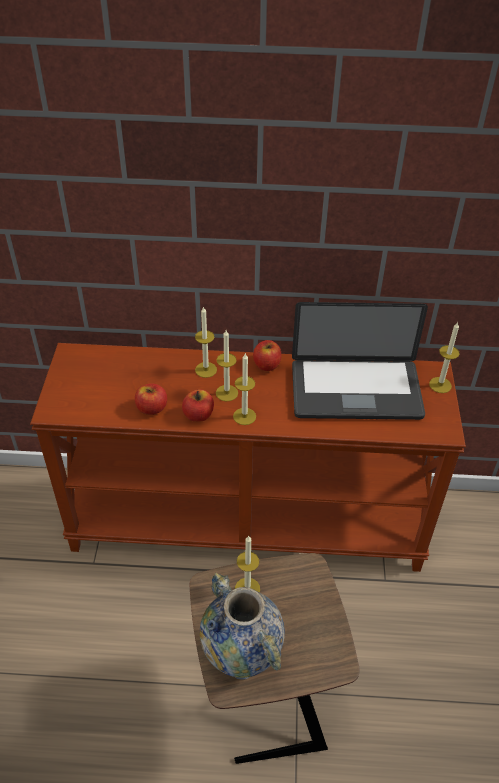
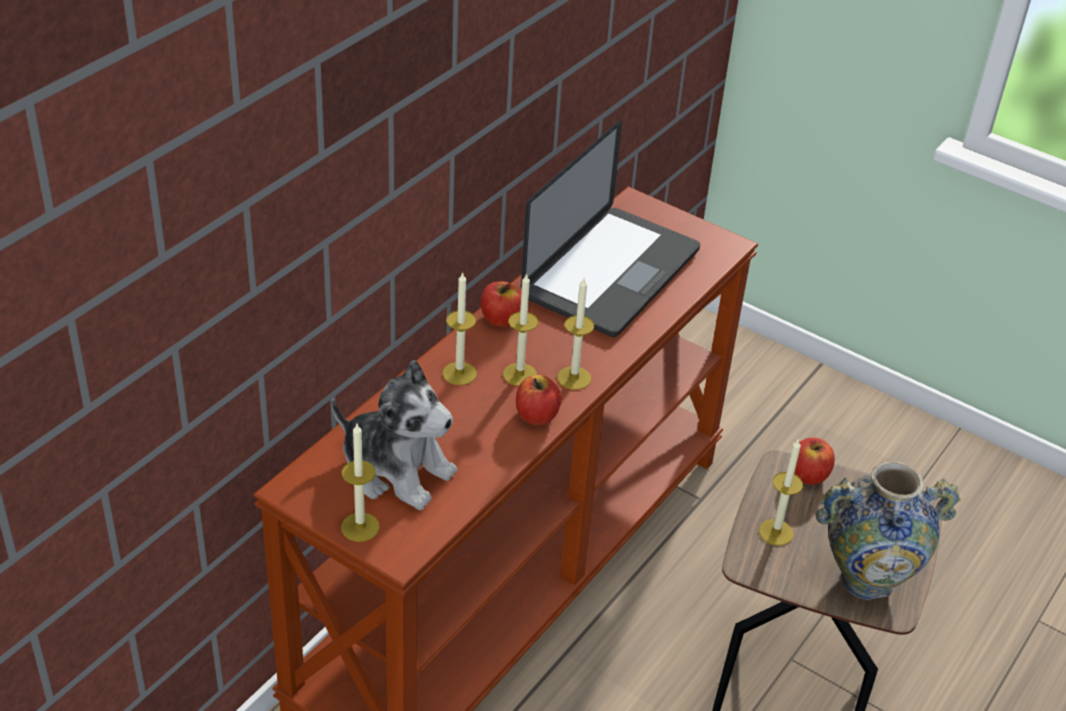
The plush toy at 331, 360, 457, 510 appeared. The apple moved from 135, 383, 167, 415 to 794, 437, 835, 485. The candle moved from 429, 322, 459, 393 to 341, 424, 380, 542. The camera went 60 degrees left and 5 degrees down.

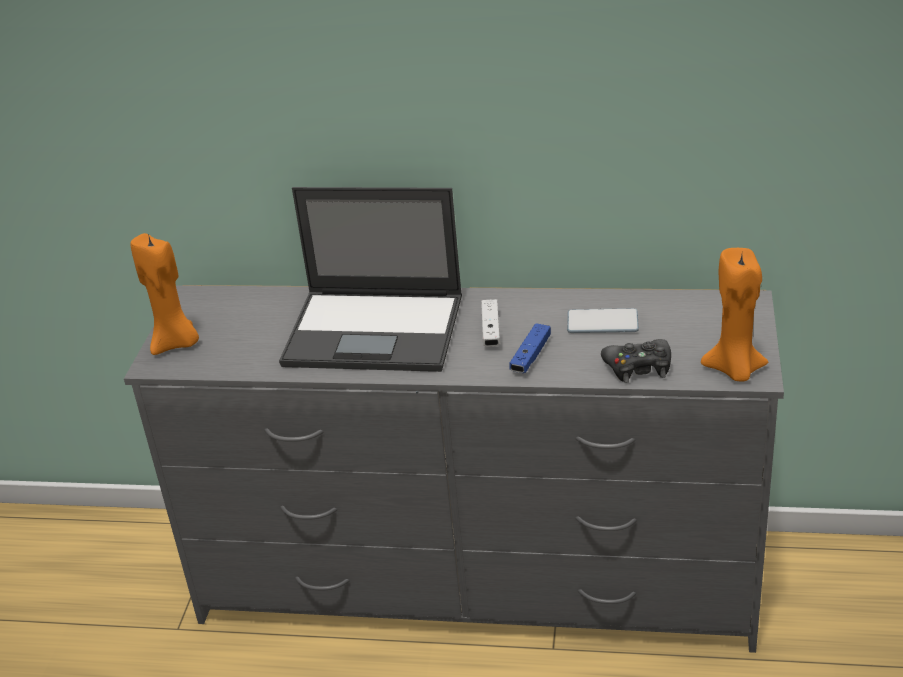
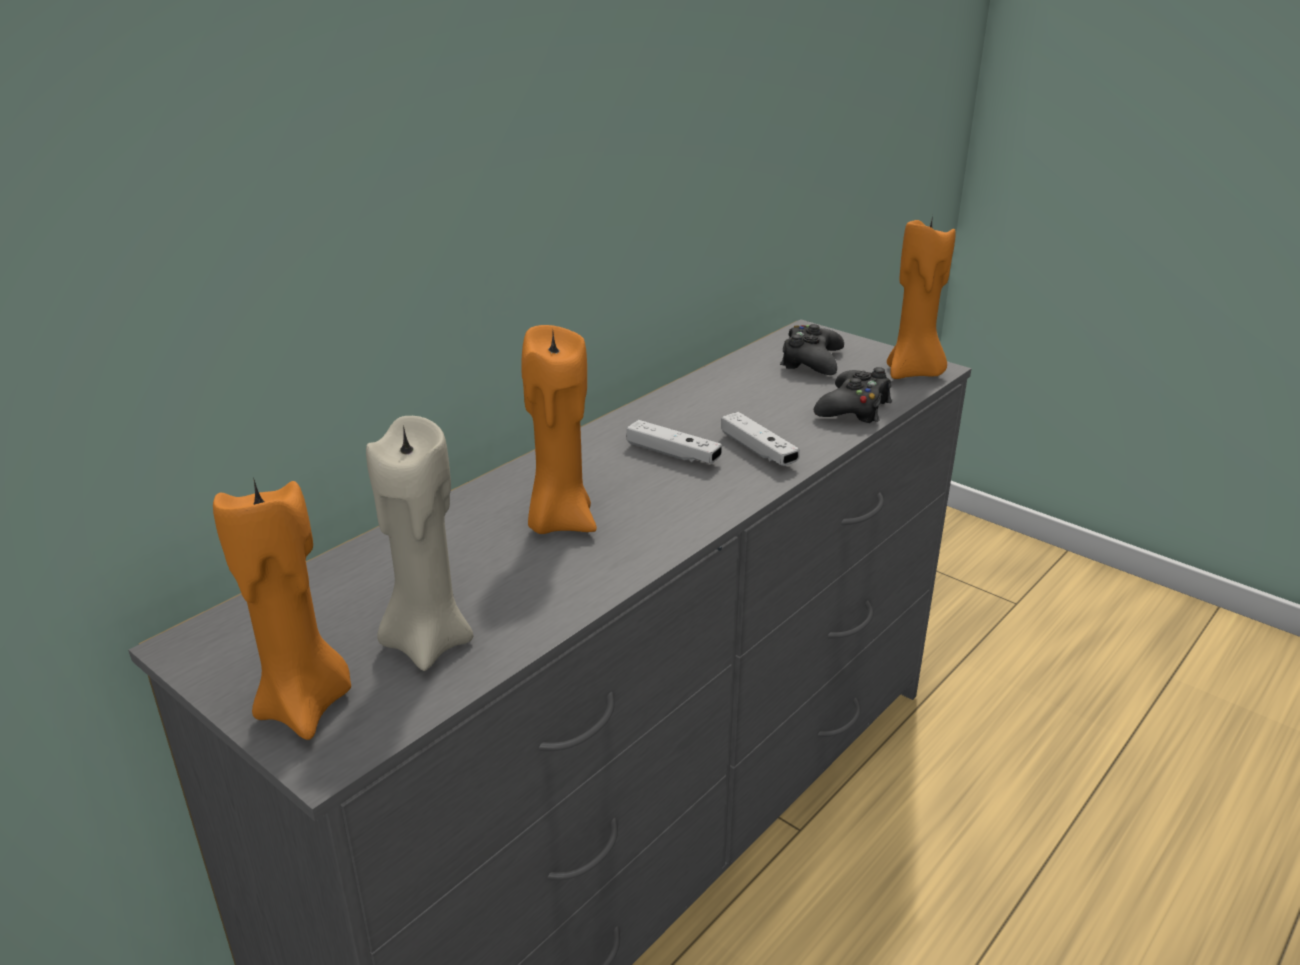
The phone at 567, 308, 639, 333 disappeared. The beige candle at 366, 416, 473, 671 appeared. The black game controller at 780, 324, 844, 375 appeared. The laptop at 279, 187, 462, 372 was replaced by the orange candle at 521, 325, 597, 534. The blue game controller at 509, 323, 551, 373 became the white game controller at 721, 412, 800, 466. The camera went 60 degrees left and 5 degrees down.

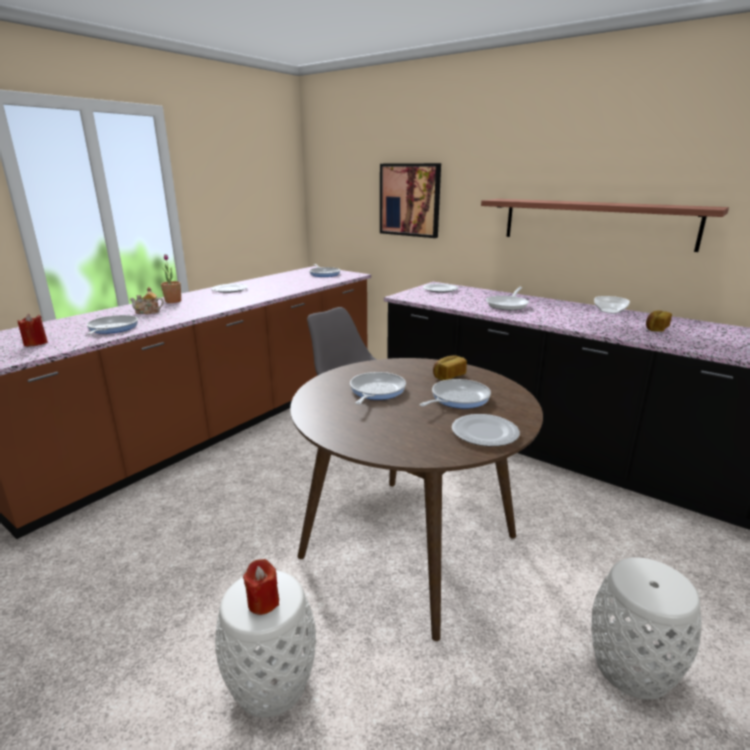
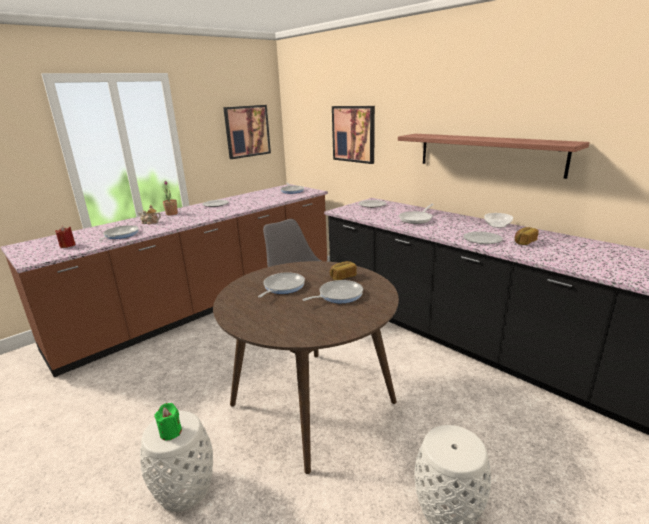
The picture at 223, 105, 271, 159 appeared. The plate moved from 452, 414, 520, 446 to 463, 232, 503, 244. The red candle at 243, 559, 279, 615 became the green candle at 154, 403, 182, 440. The camera went 10 degrees right and 0 degrees up.

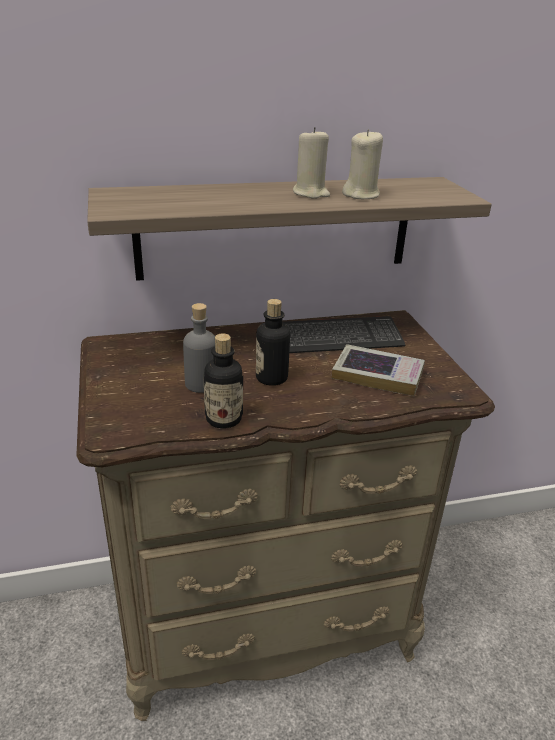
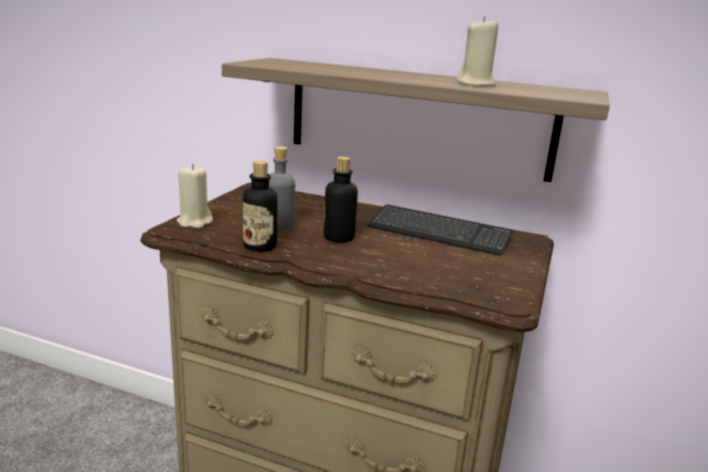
The book at 332, 344, 425, 396 disappeared. The beige candle moved from 293, 127, 330, 199 to 177, 164, 213, 229. The camera went 35 degrees right and 10 degrees down.

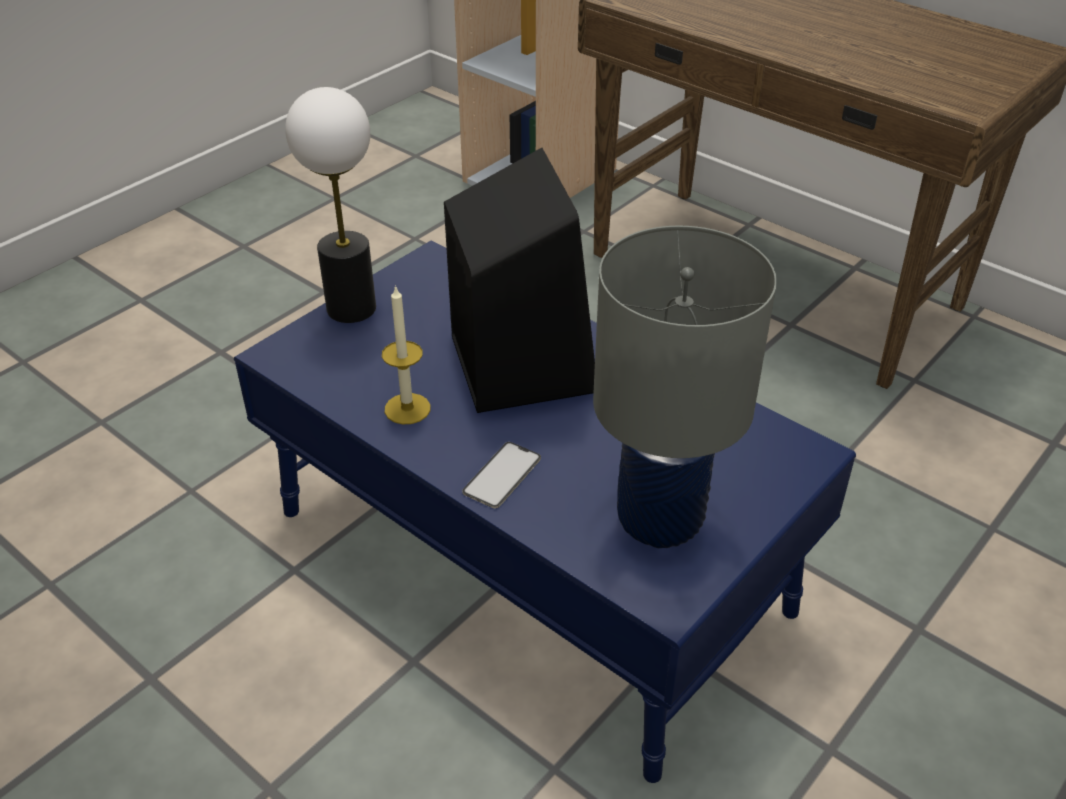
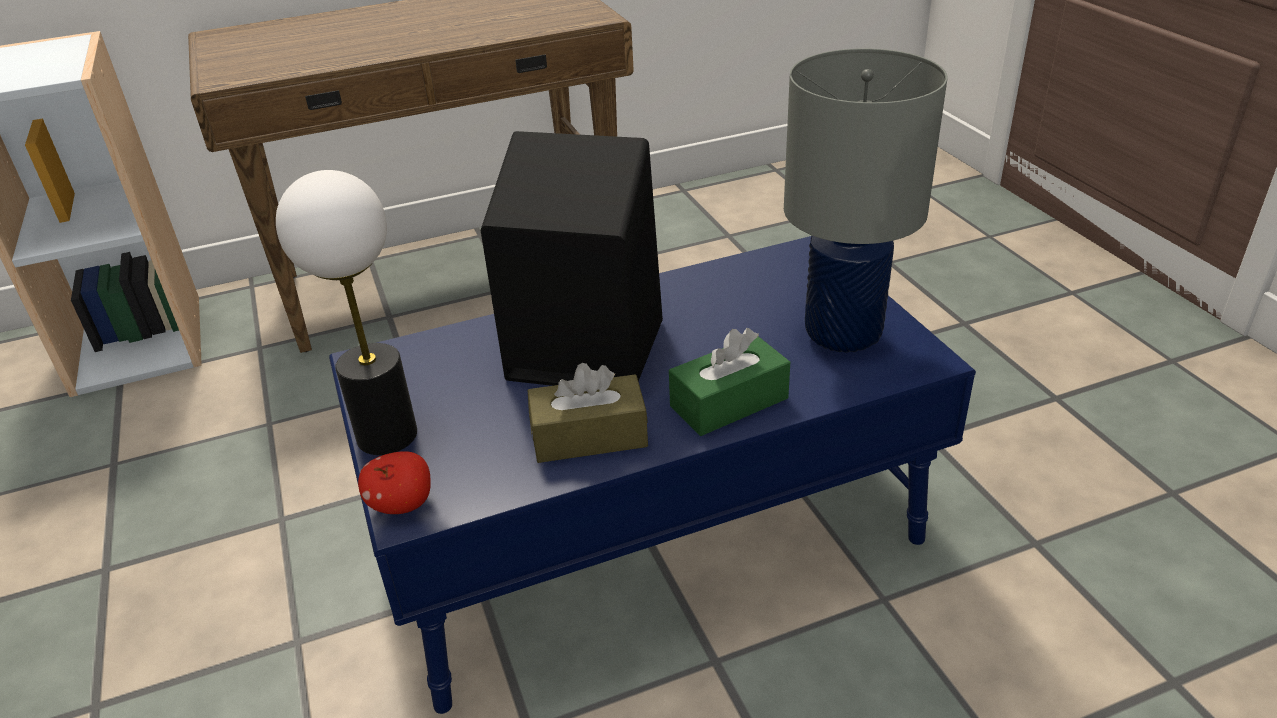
The apple at 358, 451, 431, 514 appeared. The candle at 382, 285, 430, 424 was replaced by the brown tissue box at 528, 363, 648, 463. The phone at 462, 442, 541, 508 was replaced by the green tissue box at 669, 328, 790, 436. The camera went 60 degrees left and 5 degrees down.

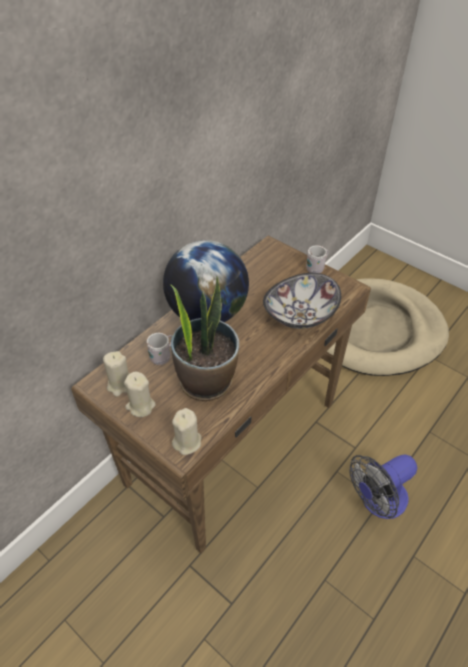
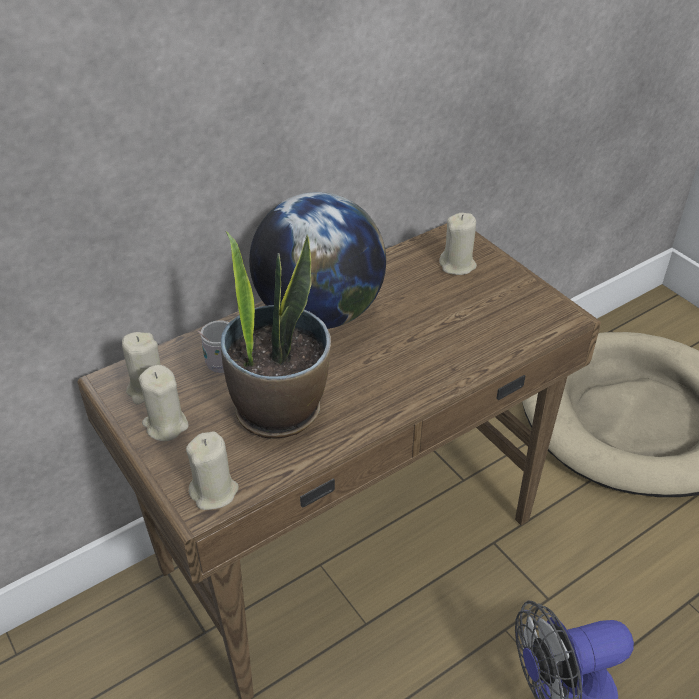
The bowl at 263, 273, 341, 329 disappeared. The white mug at 306, 245, 329, 273 disappeared. The beige candle at 439, 213, 477, 275 appeared. The camera went 15 degrees right and 5 degrees down.

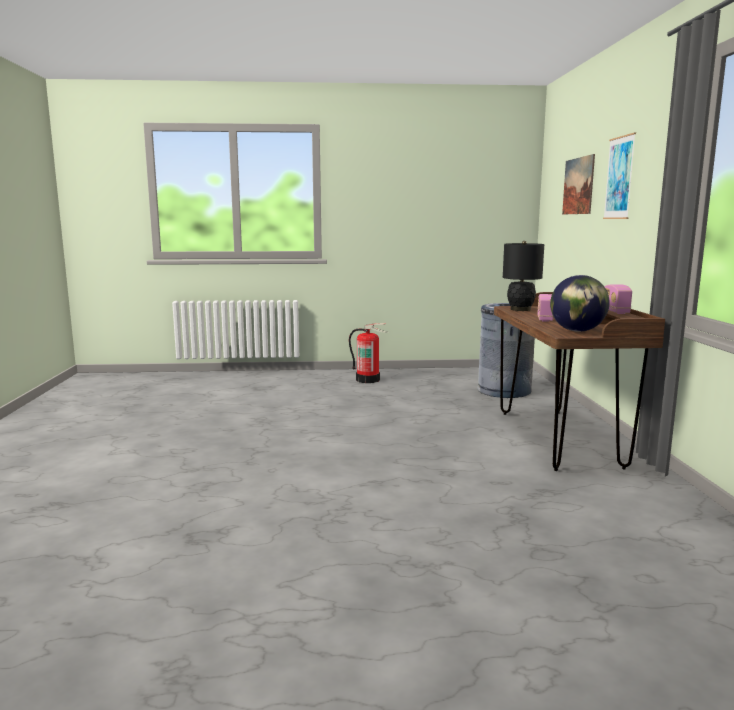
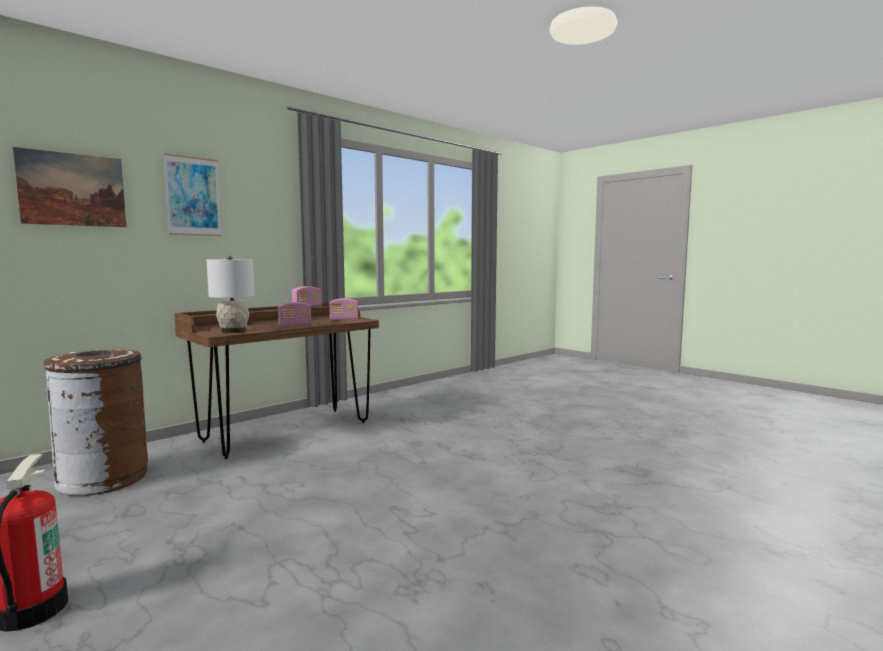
The globe at 550, 275, 610, 332 was replaced by the radio at 330, 298, 358, 320. The grey trash can at 477, 303, 535, 398 became the brown trash can at 44, 350, 148, 496. The black table lamp at 503, 241, 544, 311 became the white table lamp at 207, 256, 255, 333. The camera went 130 degrees left and 5 degrees down.

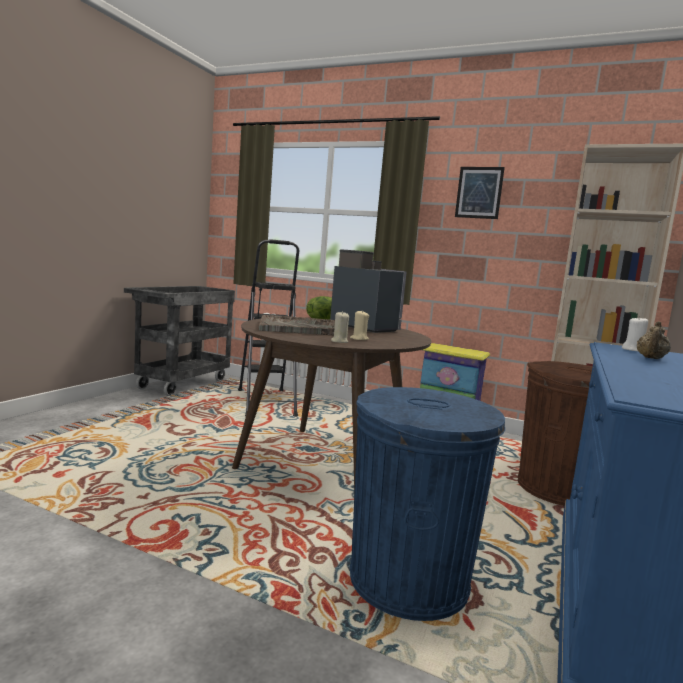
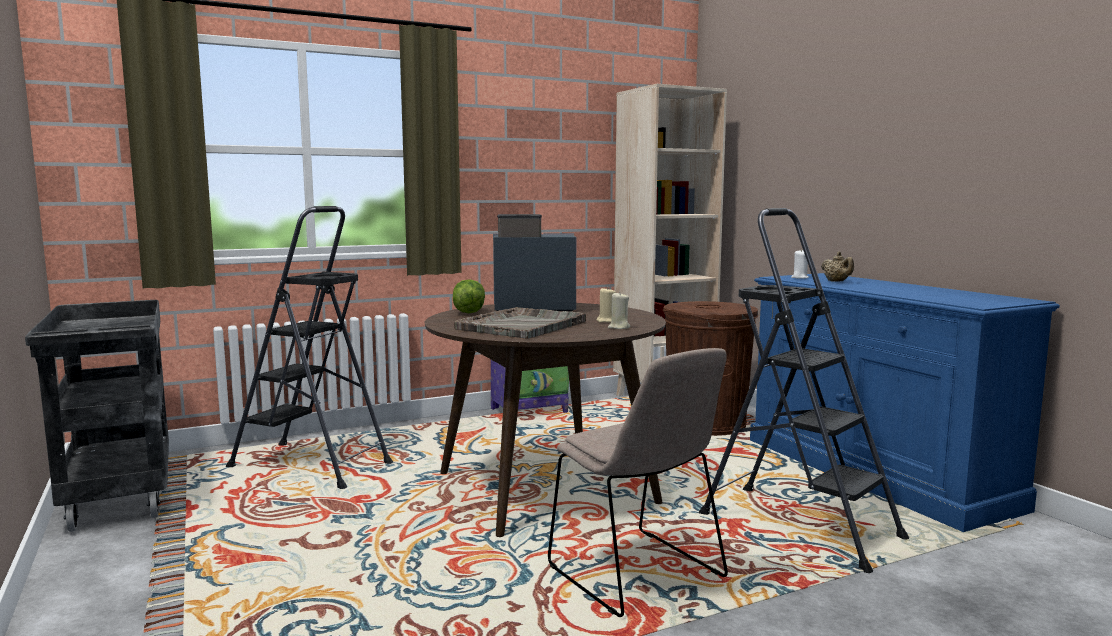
The picture at 455, 167, 505, 219 disappeared. The beige chair at 548, 348, 728, 617 appeared. The blue trash can at 350, 387, 505, 621 was replaced by the step ladder at 699, 208, 909, 573. The camera went 50 degrees left and 0 degrees up.

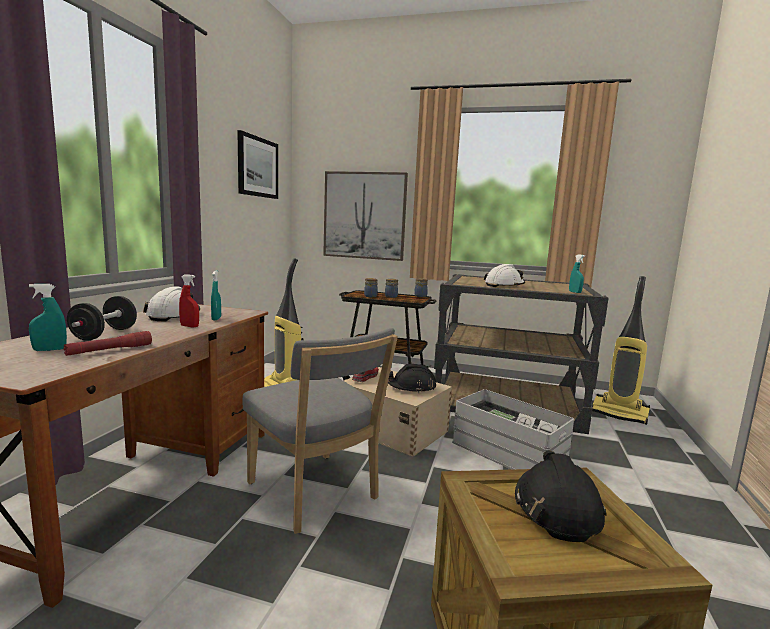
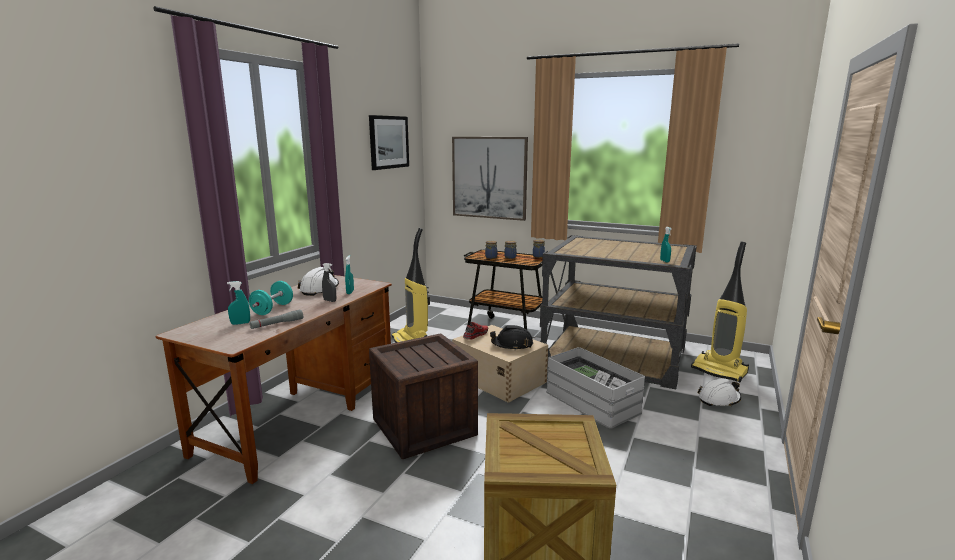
The black hard hat at 515, 450, 607, 542 disappeared. The white hard hat moved from 484, 264, 525, 287 to 697, 378, 741, 407. The grey chair at 243, 328, 398, 534 was replaced by the crate at 369, 334, 478, 459. The red flashlight at 63, 331, 152, 356 became the grey flashlight at 249, 310, 303, 329. The black dumbbell at 67, 296, 137, 341 became the turquoise dumbbell at 249, 281, 293, 315. The red spray bottle at 179, 274, 199, 328 became the grey spray bottle at 322, 263, 336, 302. The camera went 10 degrees right and 5 degrees up.

